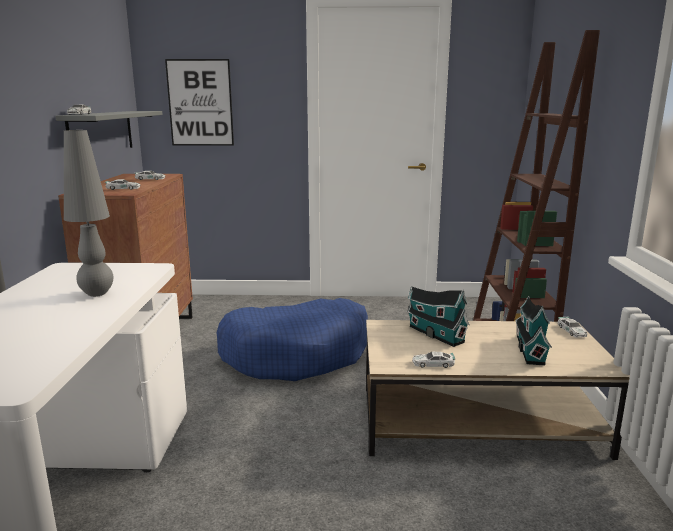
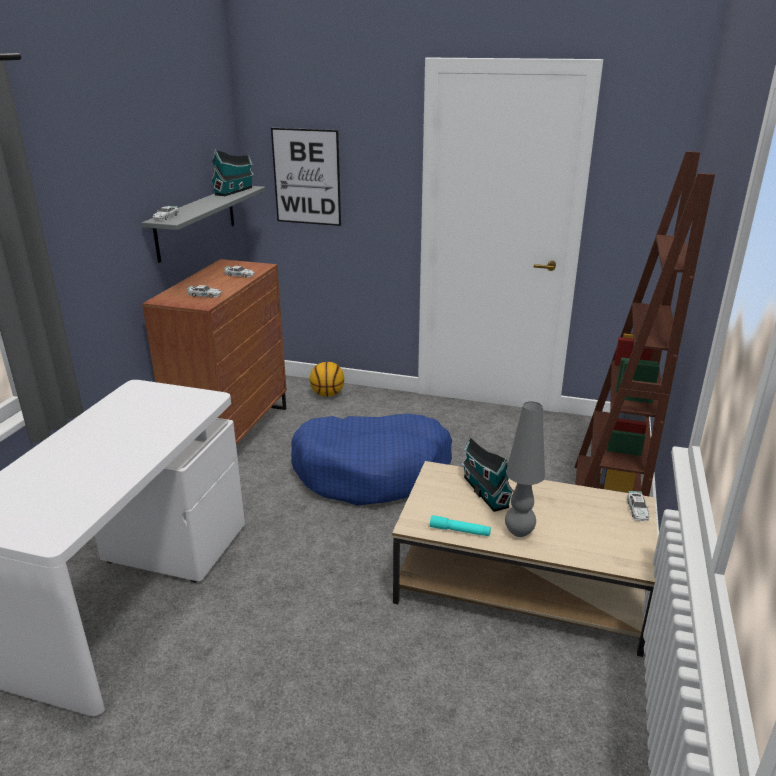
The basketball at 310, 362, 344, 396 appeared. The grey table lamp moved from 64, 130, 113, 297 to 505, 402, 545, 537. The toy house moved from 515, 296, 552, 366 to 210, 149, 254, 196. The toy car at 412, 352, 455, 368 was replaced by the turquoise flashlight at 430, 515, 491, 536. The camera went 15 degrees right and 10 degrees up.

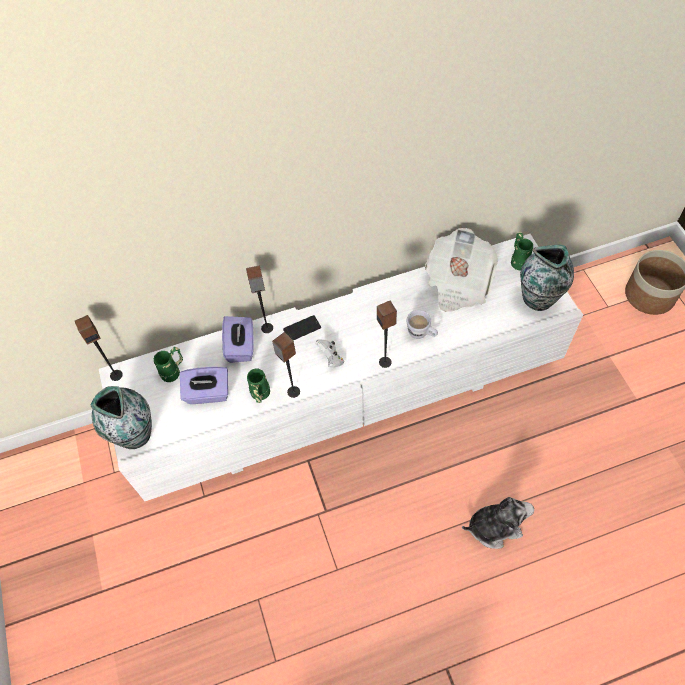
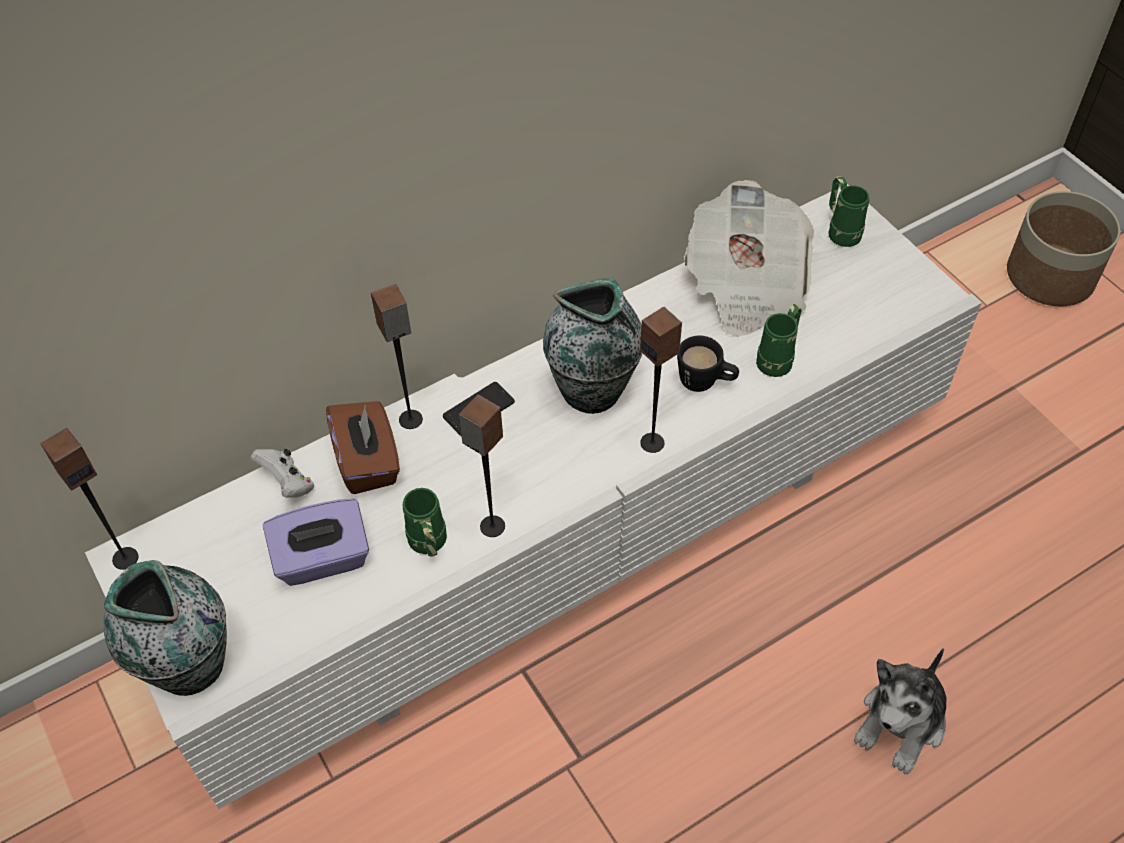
The green mug moved from 154, 347, 183, 382 to 756, 304, 801, 377. The white game controller moved from 315, 339, 344, 367 to 251, 449, 314, 498. The vase moved from 520, 245, 574, 311 to 543, 278, 642, 414. The purple tissue box at 222, 316, 254, 363 became the brown tissue box at 326, 401, 400, 494. The white mug at 407, 310, 438, 339 became the black mug at 677, 336, 739, 392. The plush toy at 462, 497, 534, 549 turned 150 degrees clockwise. The camera went 15 degrees left and 5 degrees down.

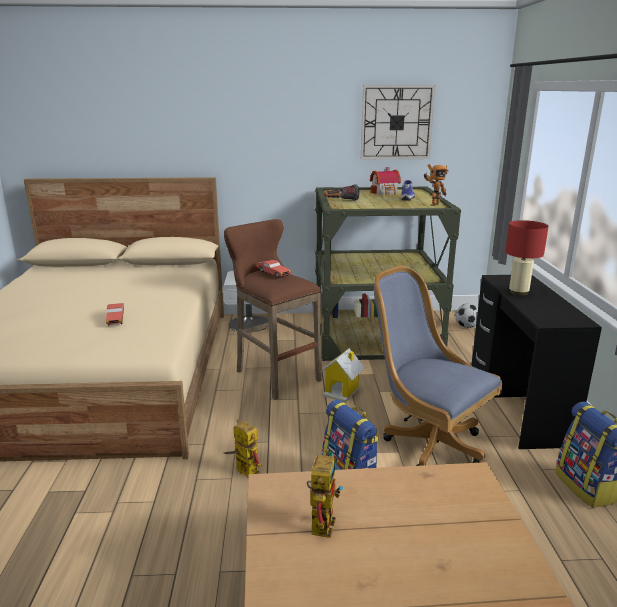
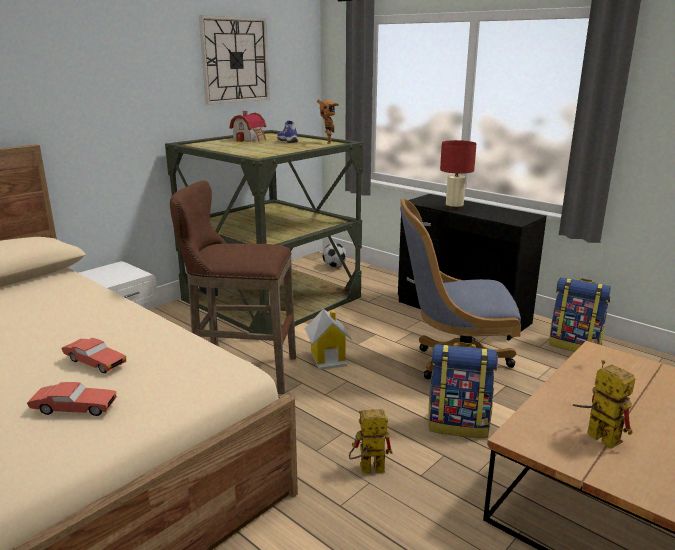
The flashlight at 324, 184, 359, 201 disappeared. The red toy car moved from 256, 260, 291, 278 to 27, 382, 117, 416. The camera went 45 degrees left and 0 degrees up.

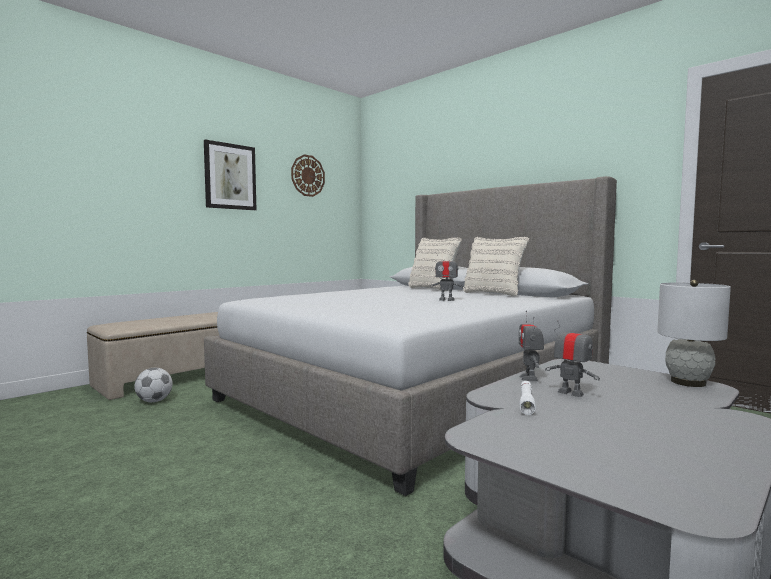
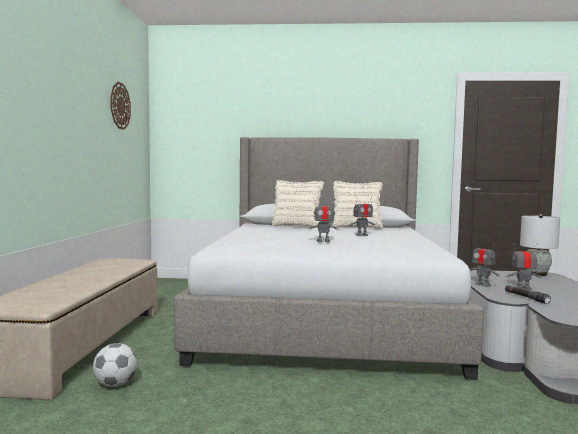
The picture at 204, 139, 256, 210 disappeared. The toy robot at 308, 199, 340, 242 appeared. The white flashlight at 520, 381, 536, 415 became the black flashlight at 505, 285, 551, 304. The camera went 40 degrees left and 0 degrees up.

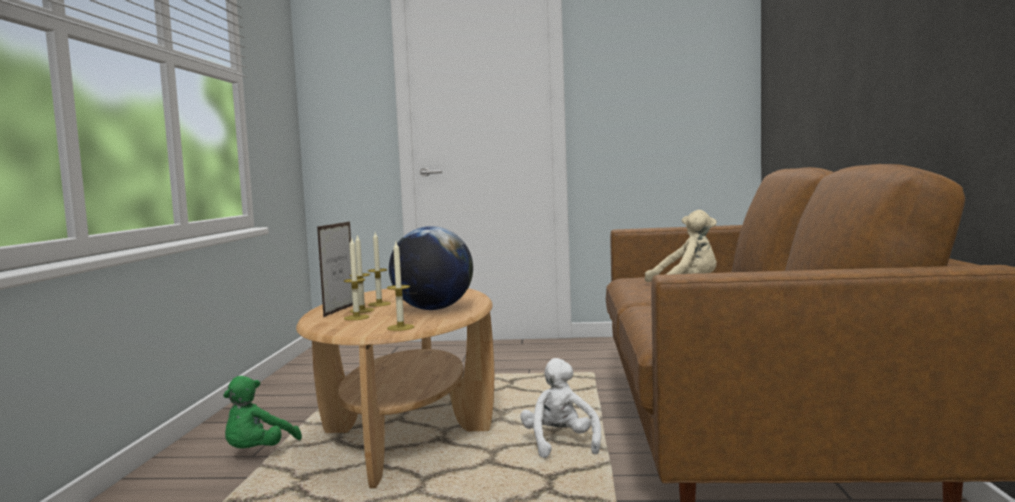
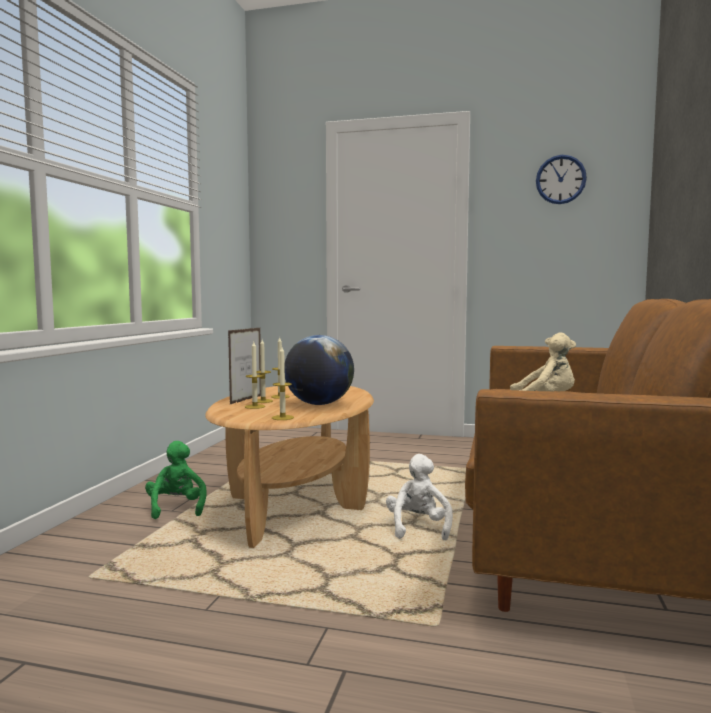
The wall clock at 536, 155, 587, 204 appeared. The green plush toy at 223, 376, 302, 449 turned 135 degrees clockwise. The camera went 10 degrees right and 0 degrees up.

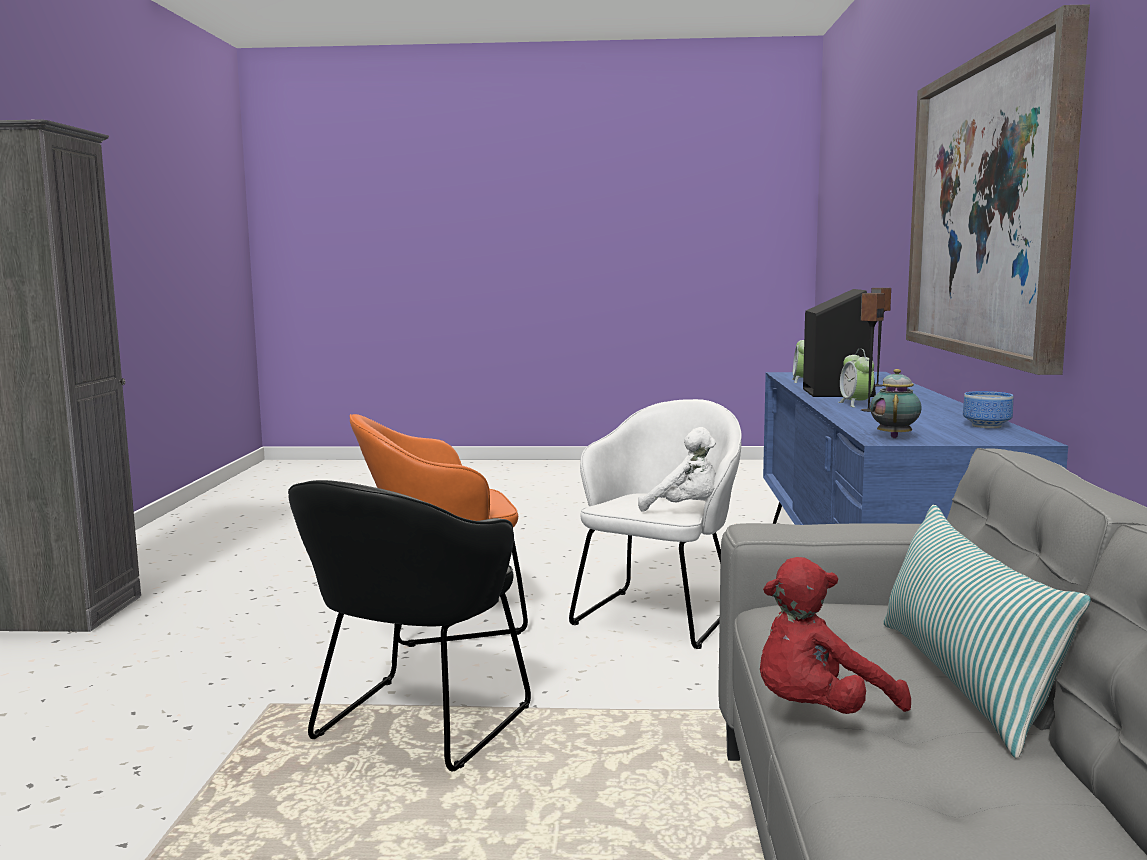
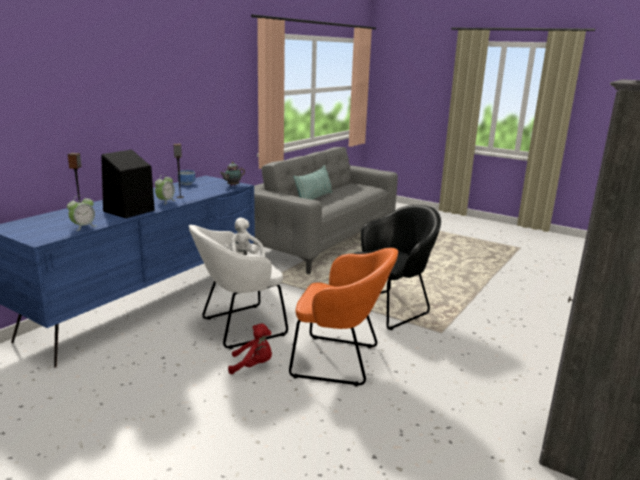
The picture at 906, 4, 1090, 375 disappeared. The red plush toy moved from 760, 557, 911, 714 to 228, 324, 272, 374. The camera went 150 degrees left and 10 degrees up.

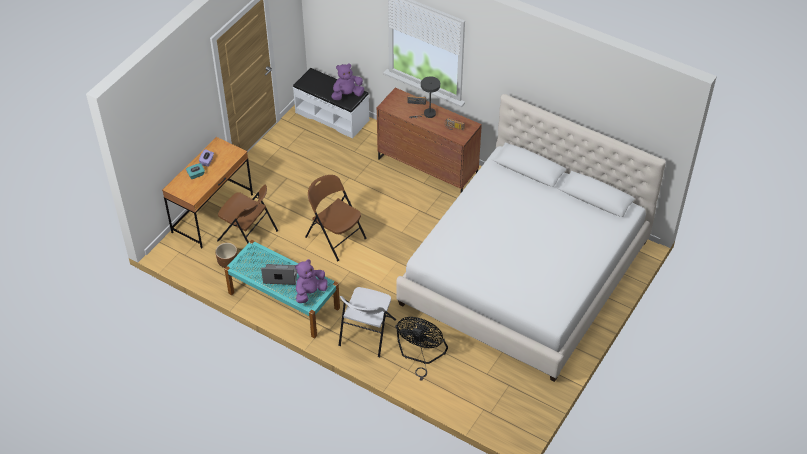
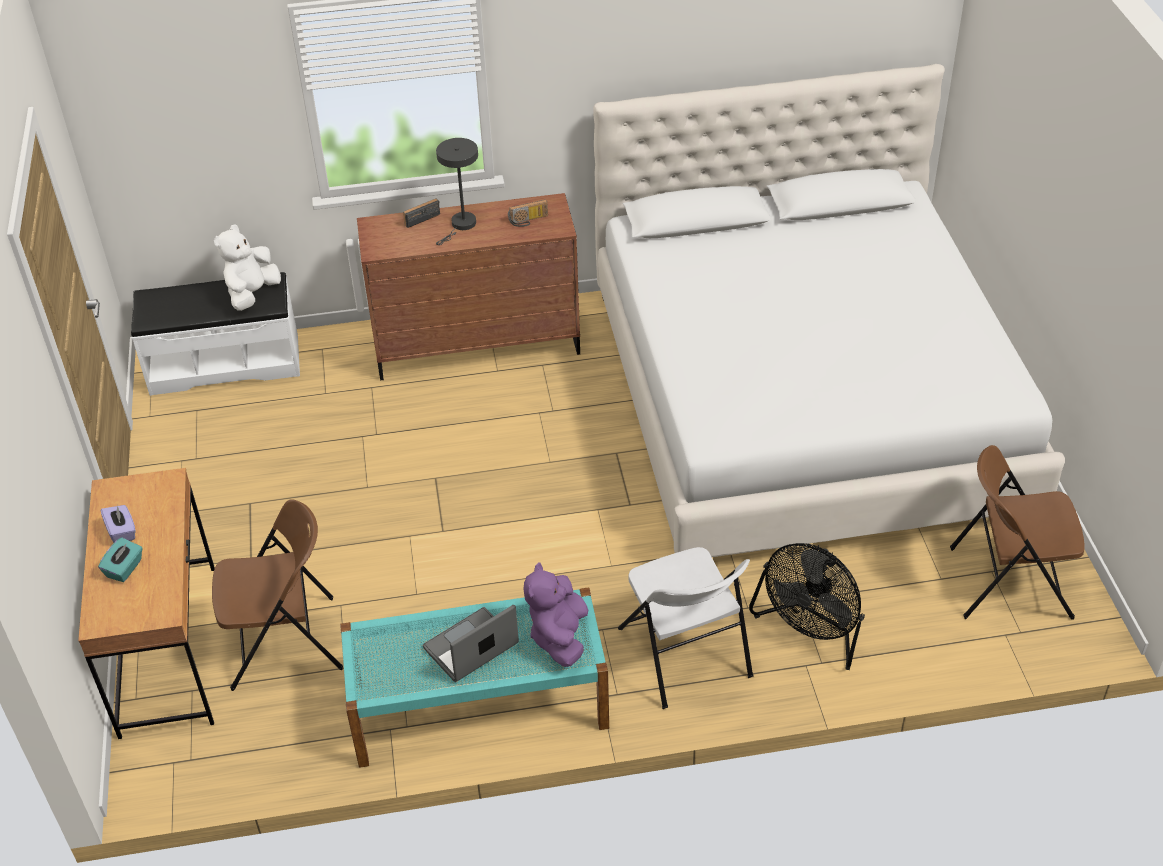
The brown planter at 215, 243, 238, 268 disappeared. The brown chair moved from 305, 175, 367, 261 to 950, 445, 1085, 620. The purple plush toy at 331, 63, 364, 100 became the white plush toy at 214, 224, 281, 311. The black fan at 395, 317, 448, 381 turned 120 degrees counterclockwise. The camera went 40 degrees left and 5 degrees down.

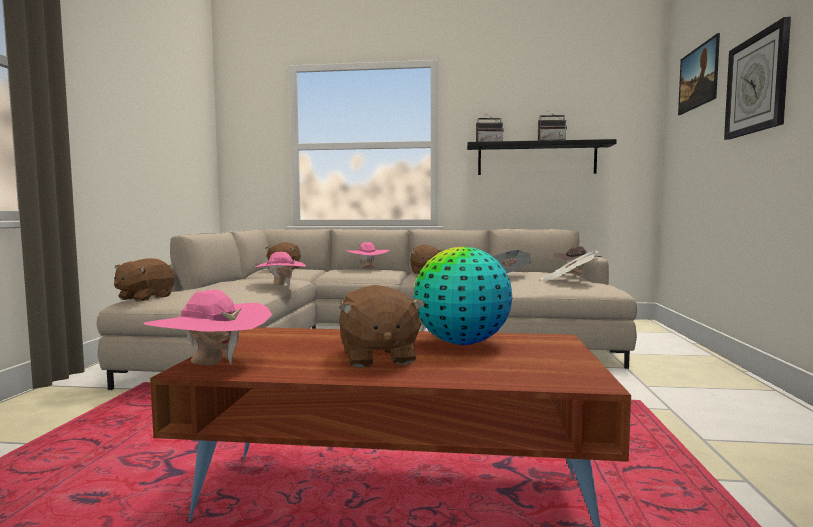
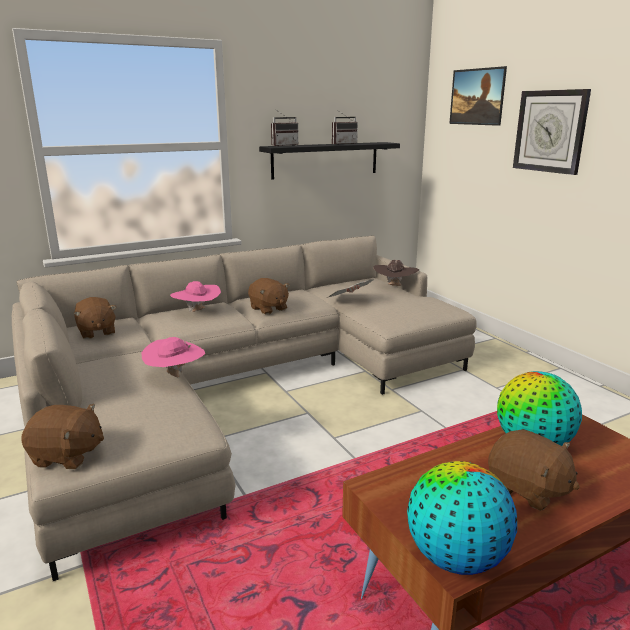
The newspaper at 540, 251, 598, 281 disappeared. The pink hat at 143, 290, 272, 365 was replaced by the globe at 407, 461, 517, 575. The brown plush toy at 114, 258, 175, 302 turned 75 degrees counterclockwise. The camera went 35 degrees left and 15 degrees up.

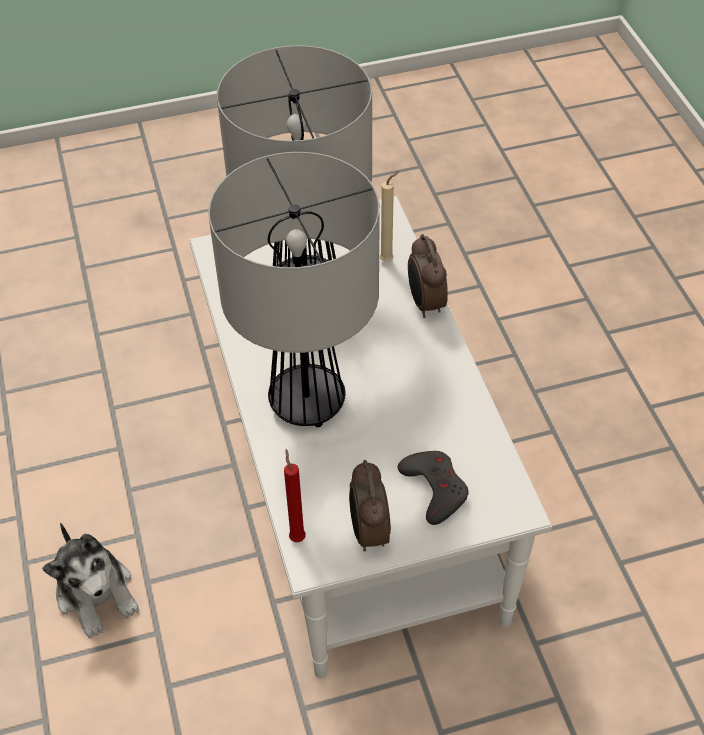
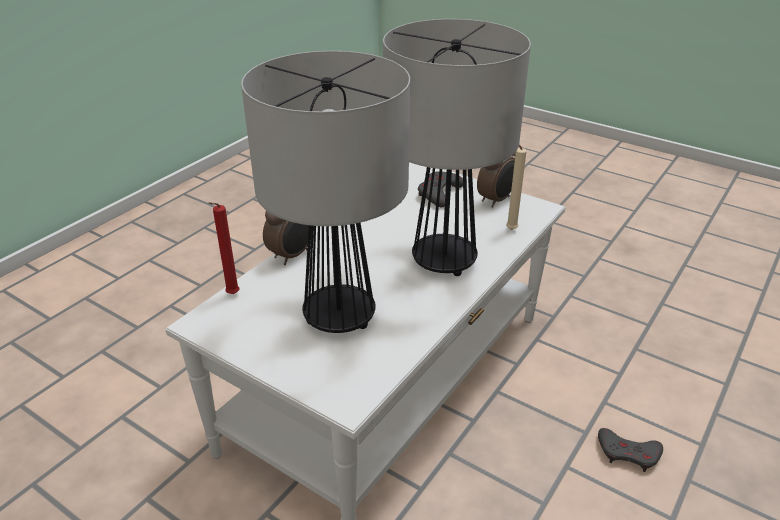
The red candle moved from 284, 449, 306, 542 to 208, 202, 239, 294. The beige candle moved from 380, 172, 399, 262 to 506, 145, 527, 230. The plush toy at 42, 523, 139, 638 was replaced by the grey game controller at 598, 428, 663, 472. The camera went 130 degrees left and 15 degrees down.

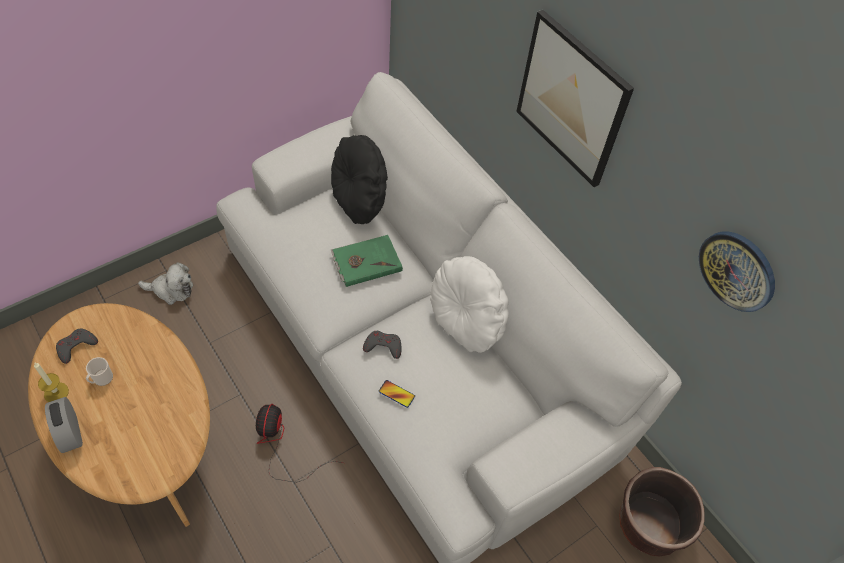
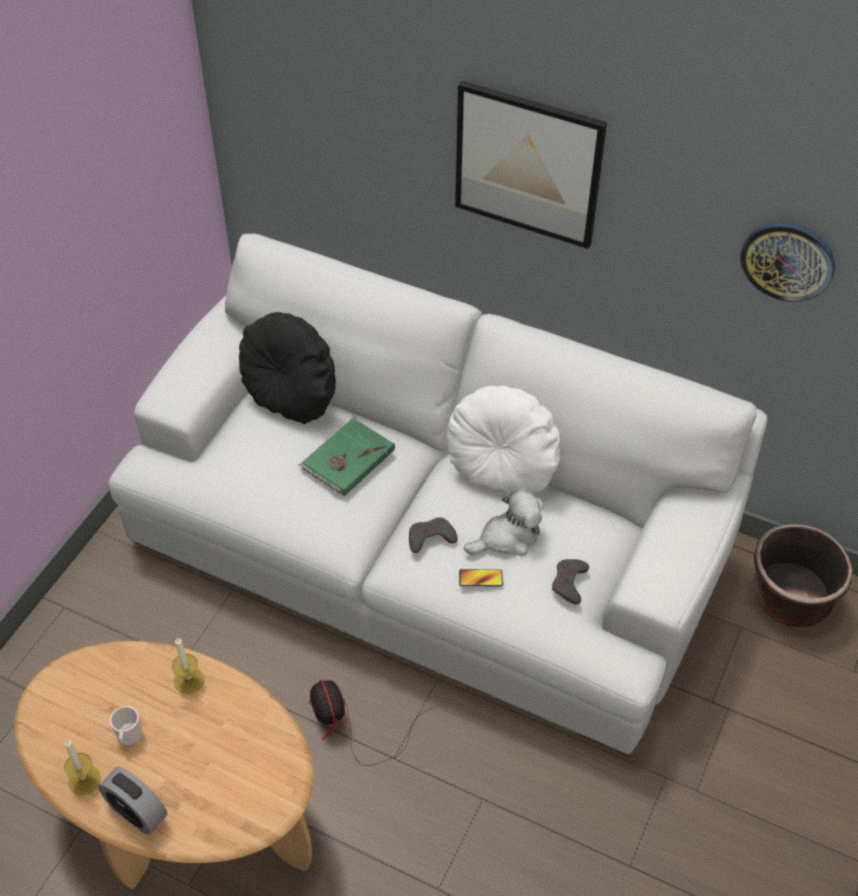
The candle at 172, 638, 204, 694 appeared. The grey game controller moved from 56, 328, 98, 364 to 552, 559, 589, 605. The plush toy moved from 138, 262, 193, 305 to 464, 488, 545, 556. The camera went 25 degrees left and 5 degrees down.

